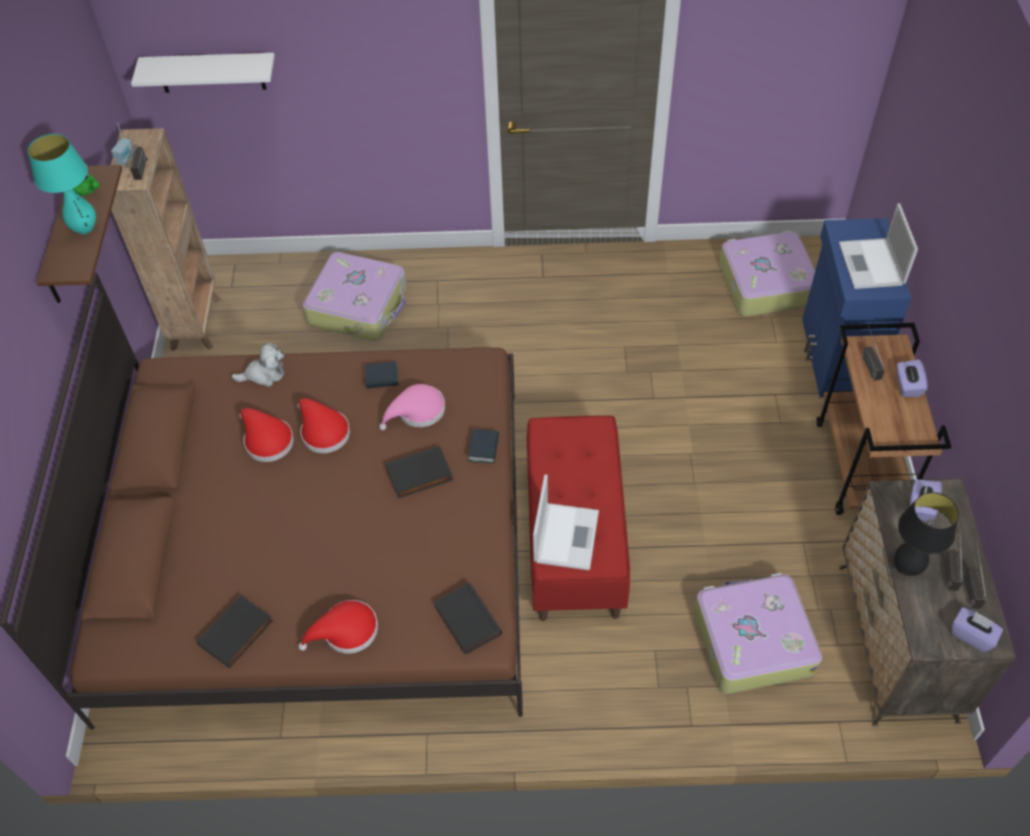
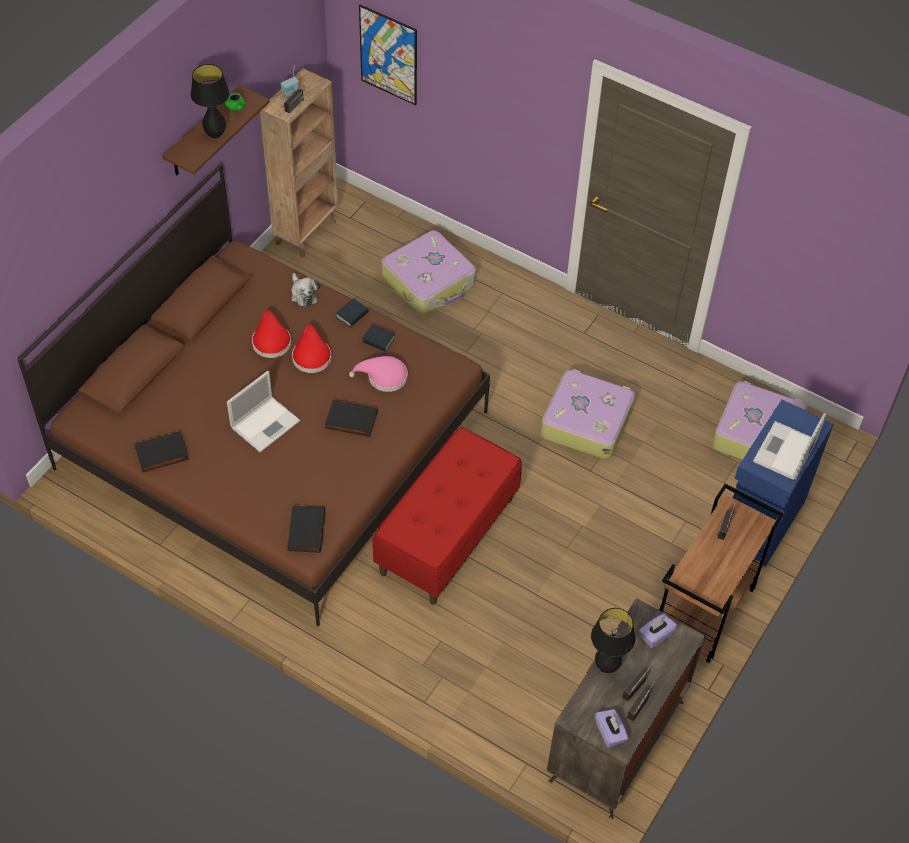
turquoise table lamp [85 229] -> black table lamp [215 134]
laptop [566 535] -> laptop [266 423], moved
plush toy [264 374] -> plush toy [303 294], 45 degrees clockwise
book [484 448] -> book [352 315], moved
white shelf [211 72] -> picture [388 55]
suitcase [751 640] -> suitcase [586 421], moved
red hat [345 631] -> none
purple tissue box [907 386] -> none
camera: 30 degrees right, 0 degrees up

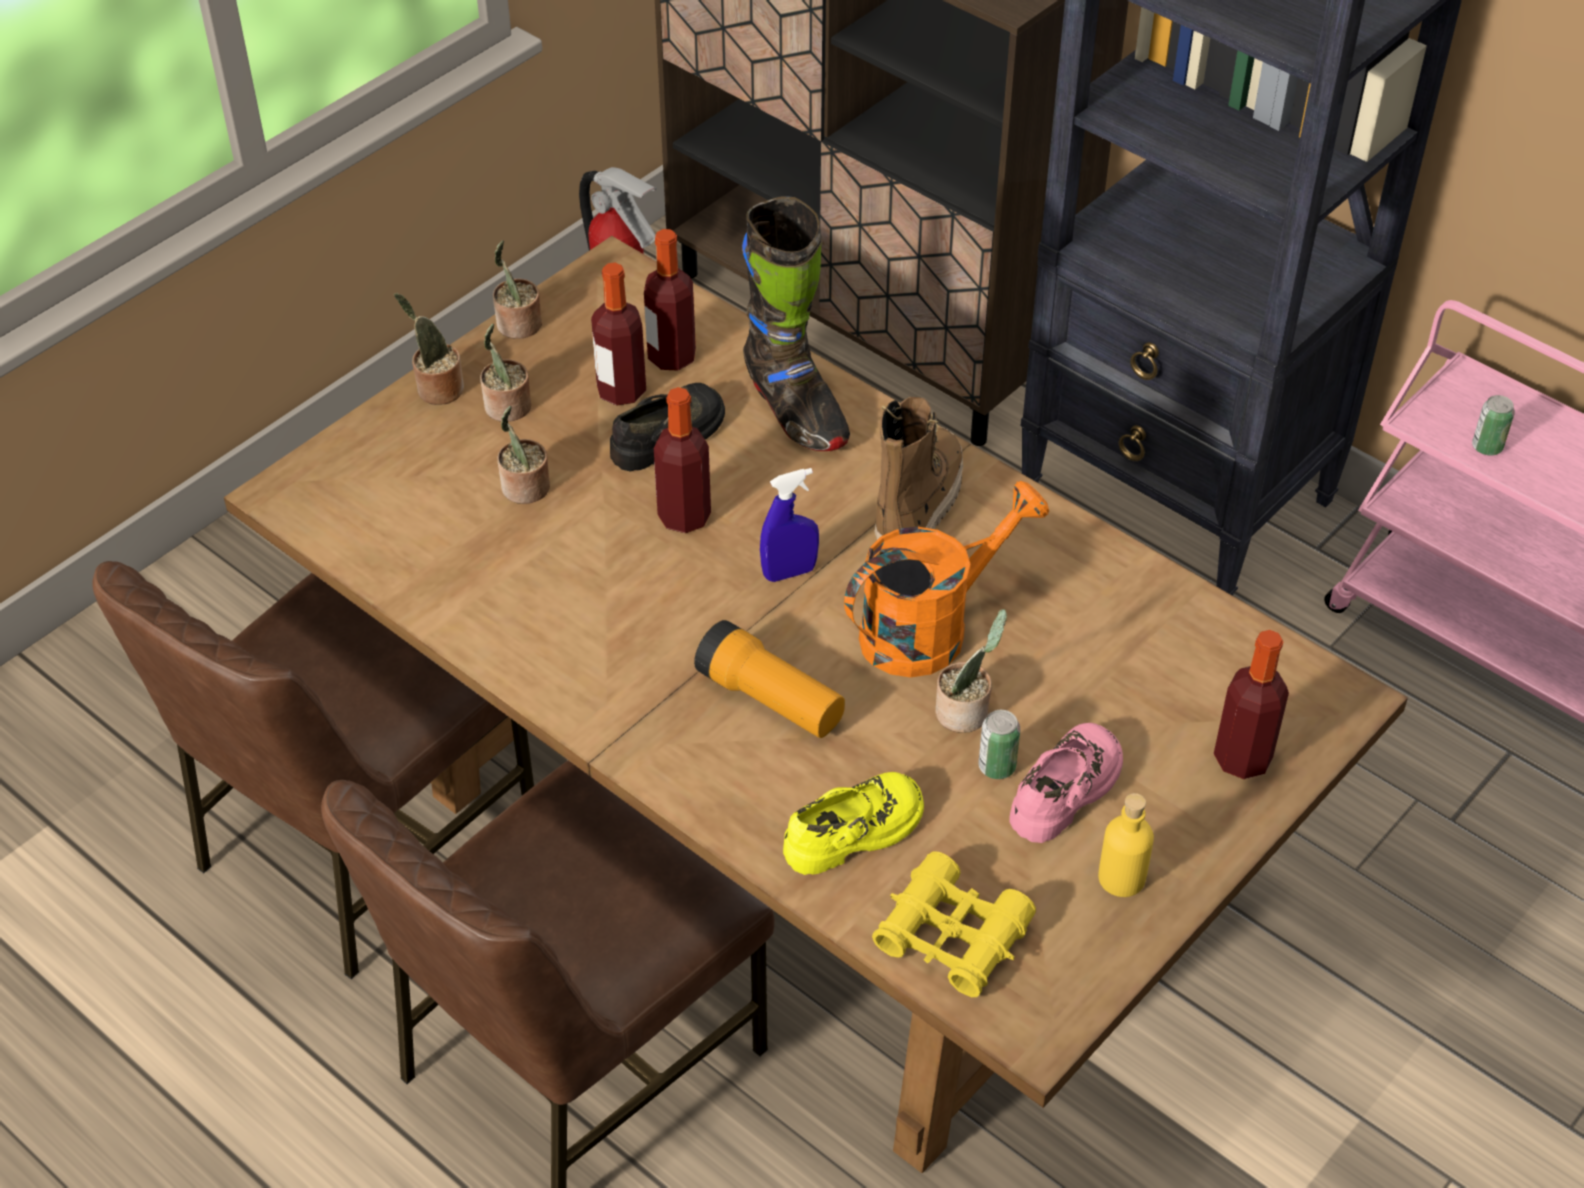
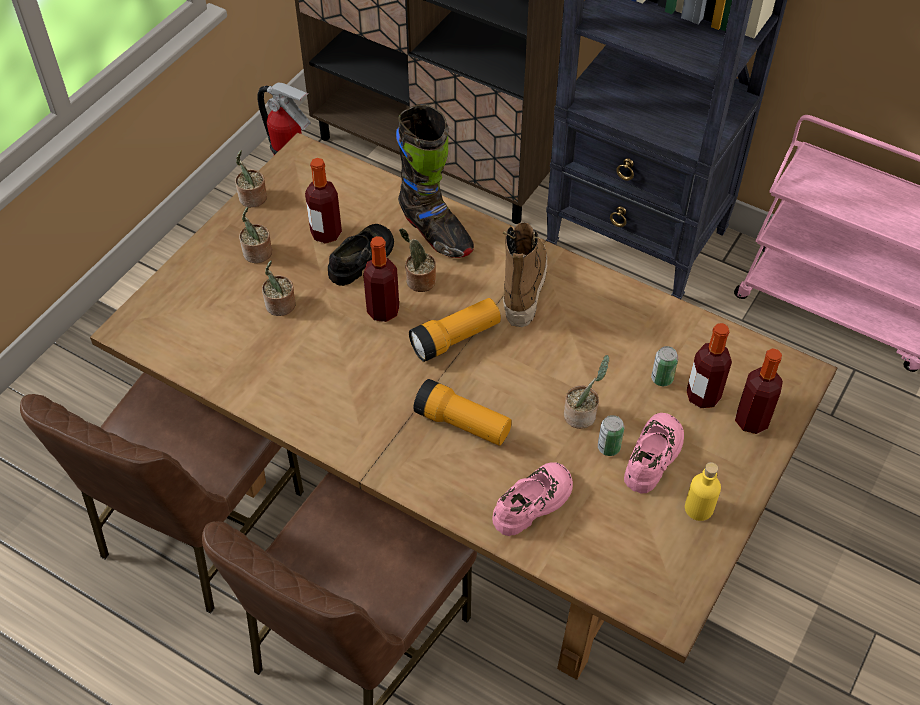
potted plant [437 389] -> potted plant [418 281], moved
blue spray bottle [789 572] -> flashlight [455 339]
yellow shoe [855 832] -> pink shoe [533 503]
can [1487 447] -> can [662 379], moved
bottle [671 357] -> bottle [703 396], moved
orange watering can [929 628] -> none
yellow binoculars [952 937] -> none
camera: 10 degrees left, 5 degrees up

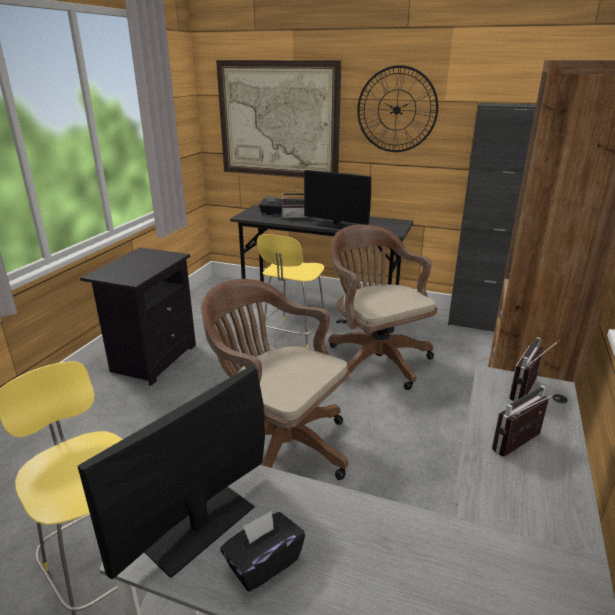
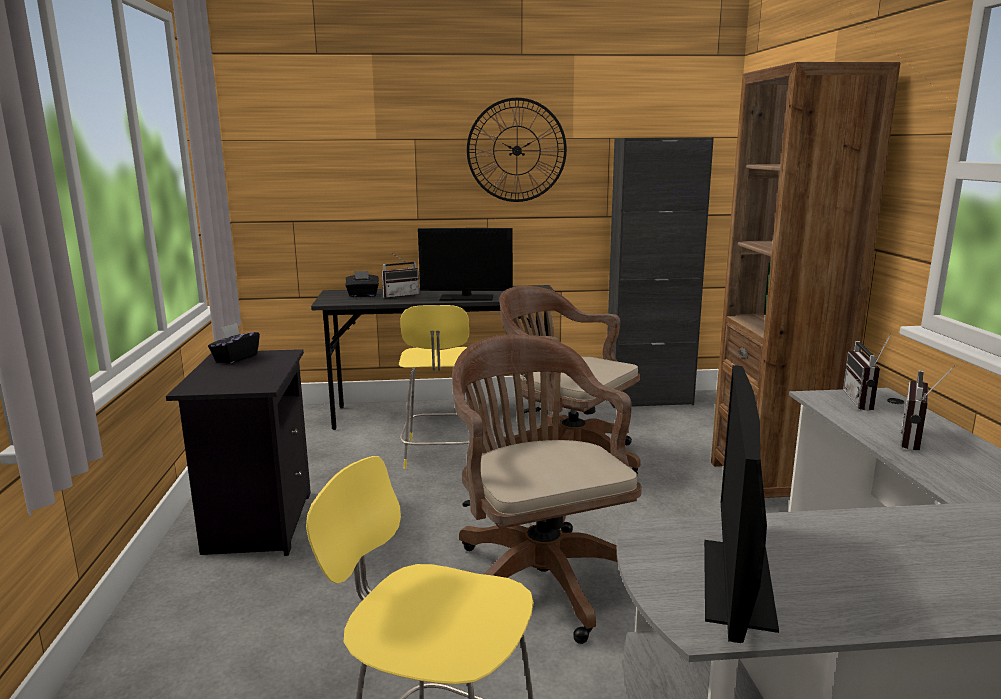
black tissue box [263 563] -> black tissue box [235 358], moved
brown office chair [278 444] -> brown office chair [538 575], 60 degrees clockwise
picture [278 120] -> none
camera: 25 degrees left, 10 degrees down

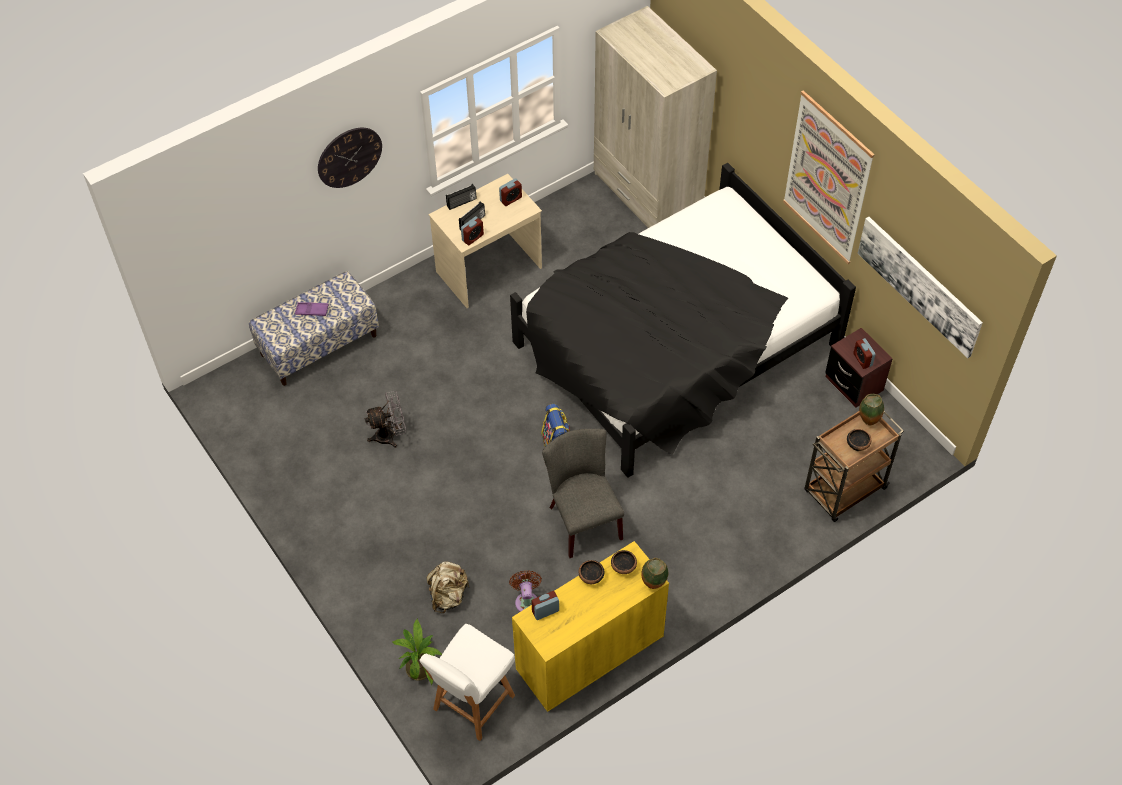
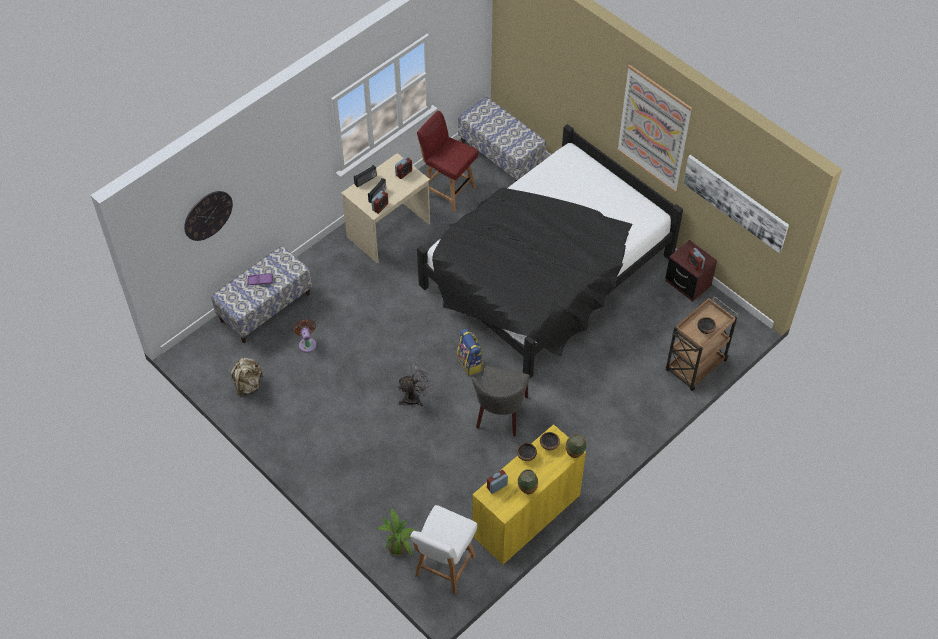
wall clock [349 157] -> wall clock [208 215], moved
beige backpack [448 595] -> beige backpack [248 385], moved
brown fan [526 600] -> brown fan [307 343], moved
grey fan [390 436] -> grey fan [415 397], moved
none -> red chair [448 190]
beige wardrobe [647 194] -> bench [501 155]
grey chair [582 519] -> grey chair [500 415], 135 degrees counterclockwise
vase [867 422] -> vase [527 491], moved
camera: 10 degrees left, 0 degrees up

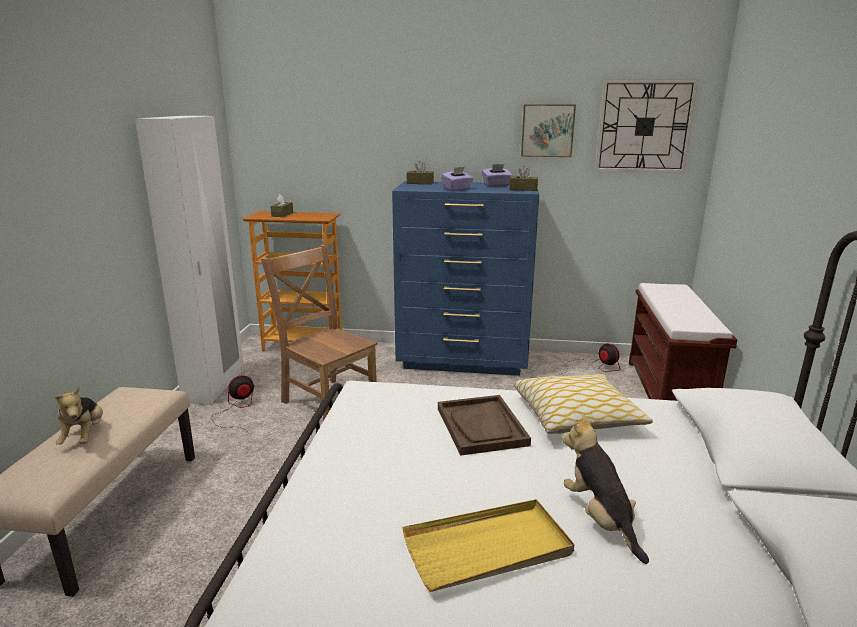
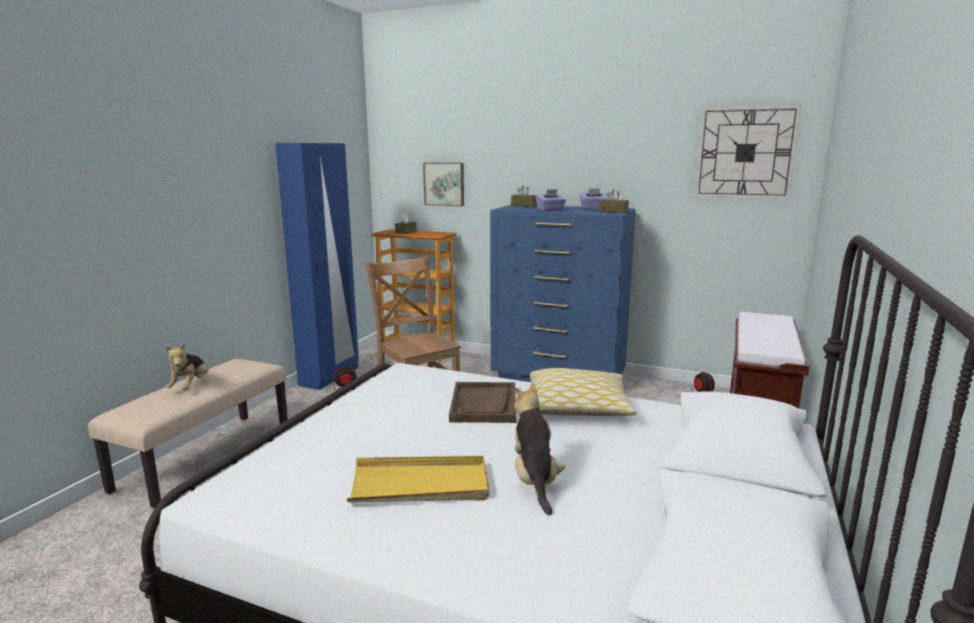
white wardrobe [215 386] -> blue wardrobe [330 376]
picture [547 130] -> picture [444 184], moved
camera: 15 degrees right, 5 degrees down

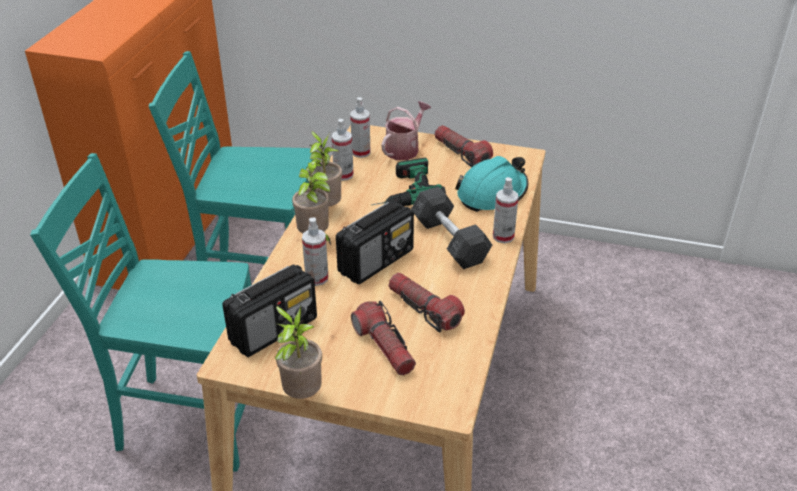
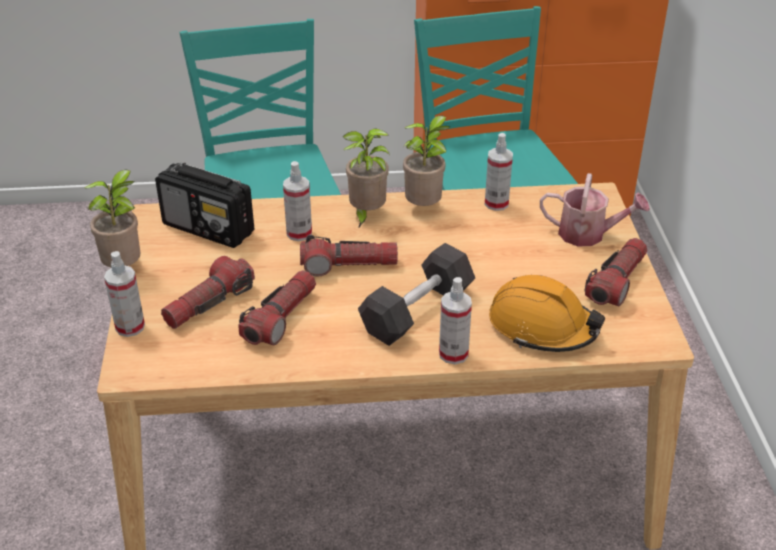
spray bottle [361 152] -> spray bottle [130 327], moved
radio [377 261] -> flashlight [348 265]
turquoise hard hat [492 193] -> orange hard hat [542 327]
power drill [401 191] -> none
camera: 70 degrees right, 0 degrees up

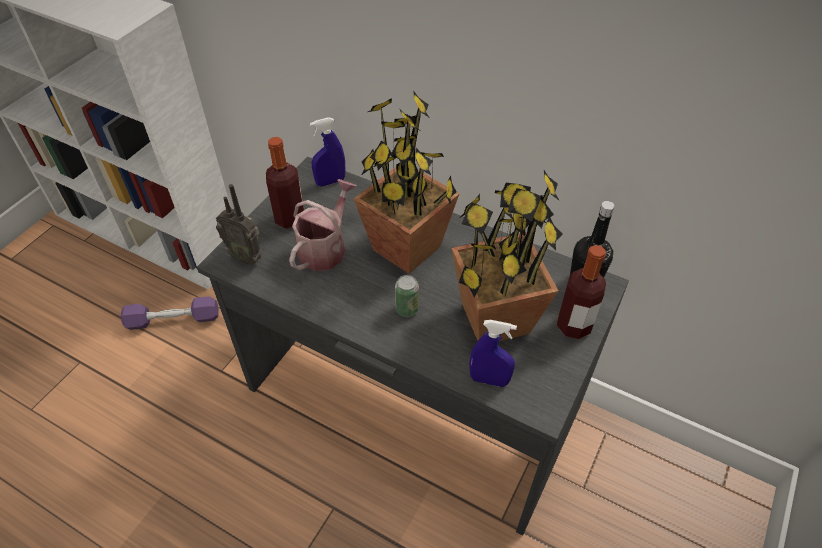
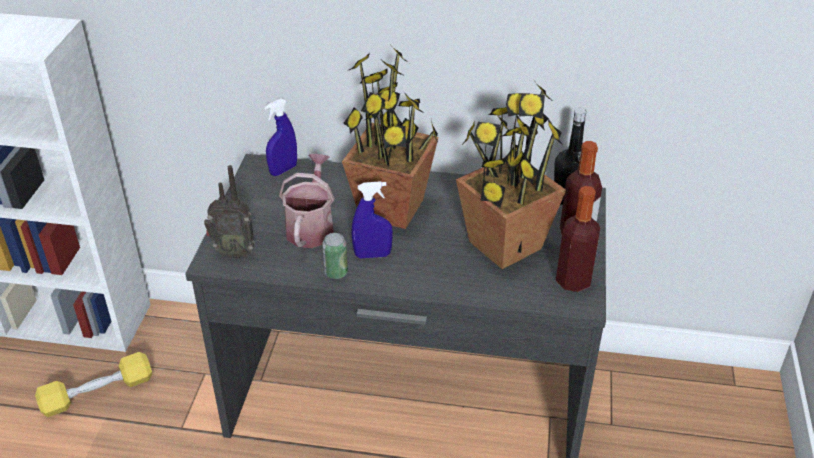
purple dumbbell [173 320] -> yellow dumbbell [97 393]
can [407 309] -> can [336 272], moved
blue spray bottle [489 380] -> blue spray bottle [372 255], moved
bottle [290 219] -> bottle [573 281], moved
camera: 20 degrees left, 10 degrees down

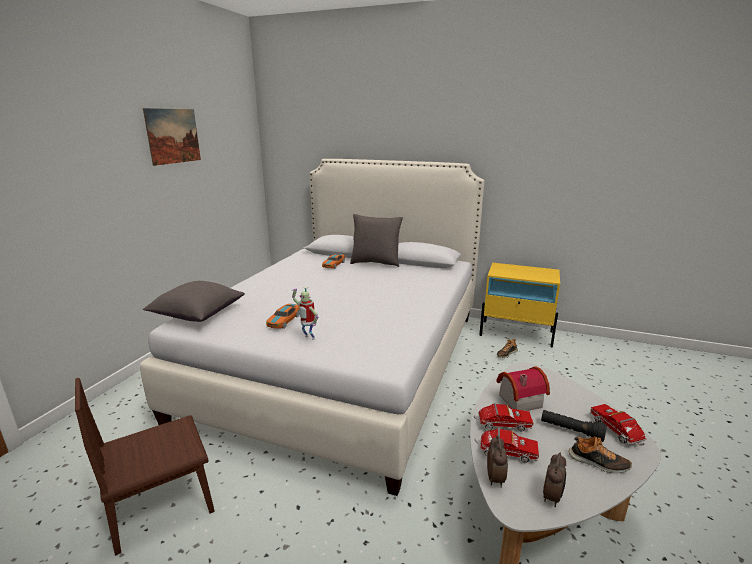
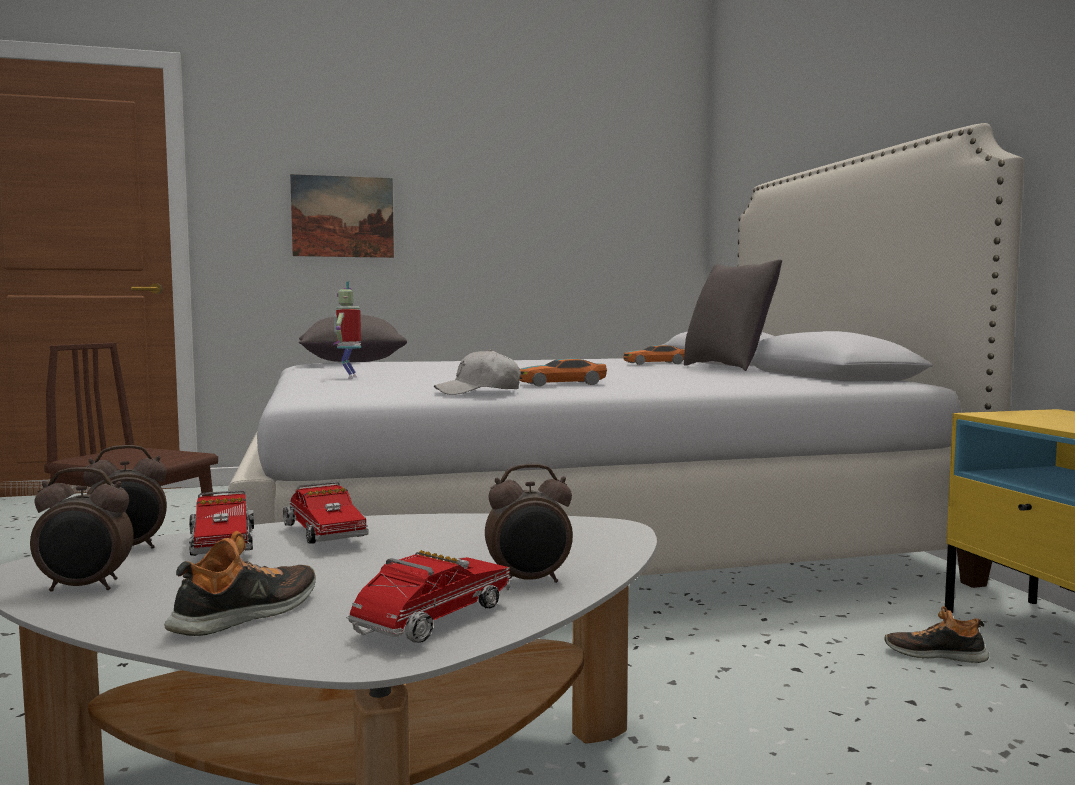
shoe [598 463] -> shoe [248 614], 135 degrees counterclockwise
picture [173 136] -> picture [343 216], moved
none -> white cap [478 392]
none -> alarm clock [529 581]
toy car [284 320] -> toy car [561 384], moved
toy house [517 400] -> none
black flashlight [571 431] -> none
camera: 55 degrees right, 15 degrees down

